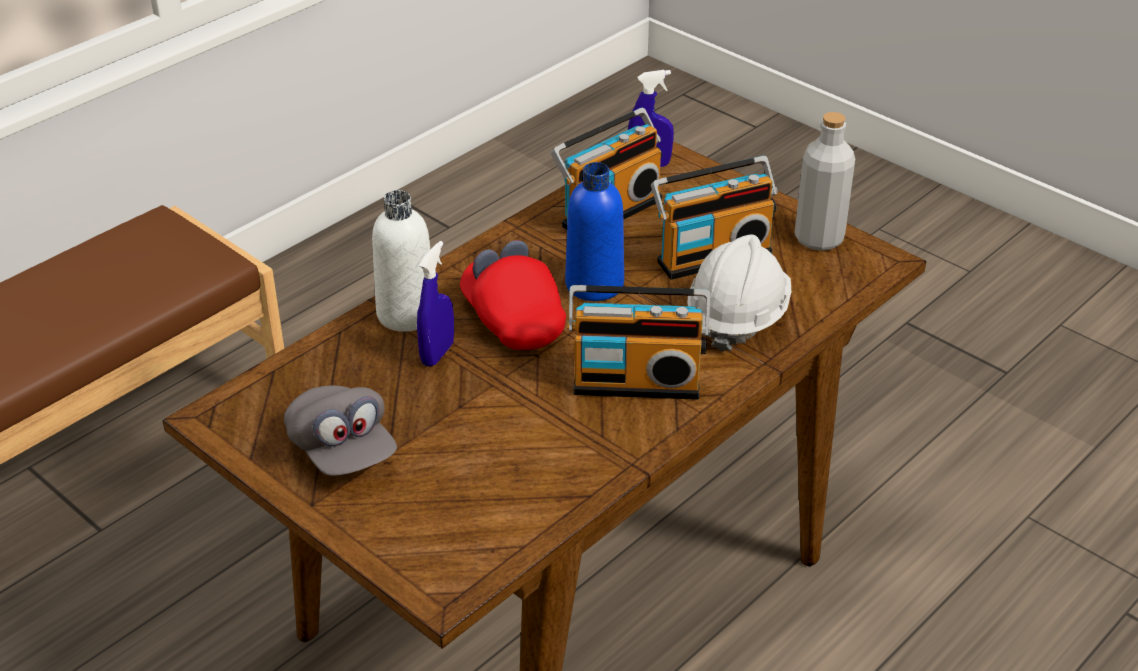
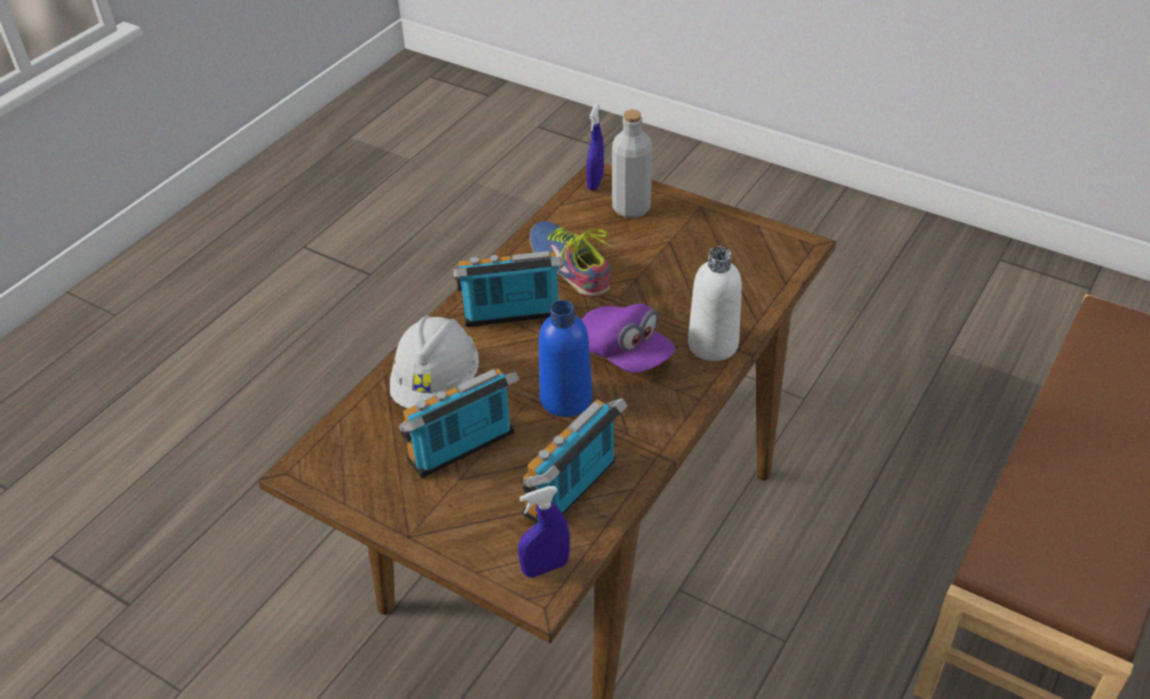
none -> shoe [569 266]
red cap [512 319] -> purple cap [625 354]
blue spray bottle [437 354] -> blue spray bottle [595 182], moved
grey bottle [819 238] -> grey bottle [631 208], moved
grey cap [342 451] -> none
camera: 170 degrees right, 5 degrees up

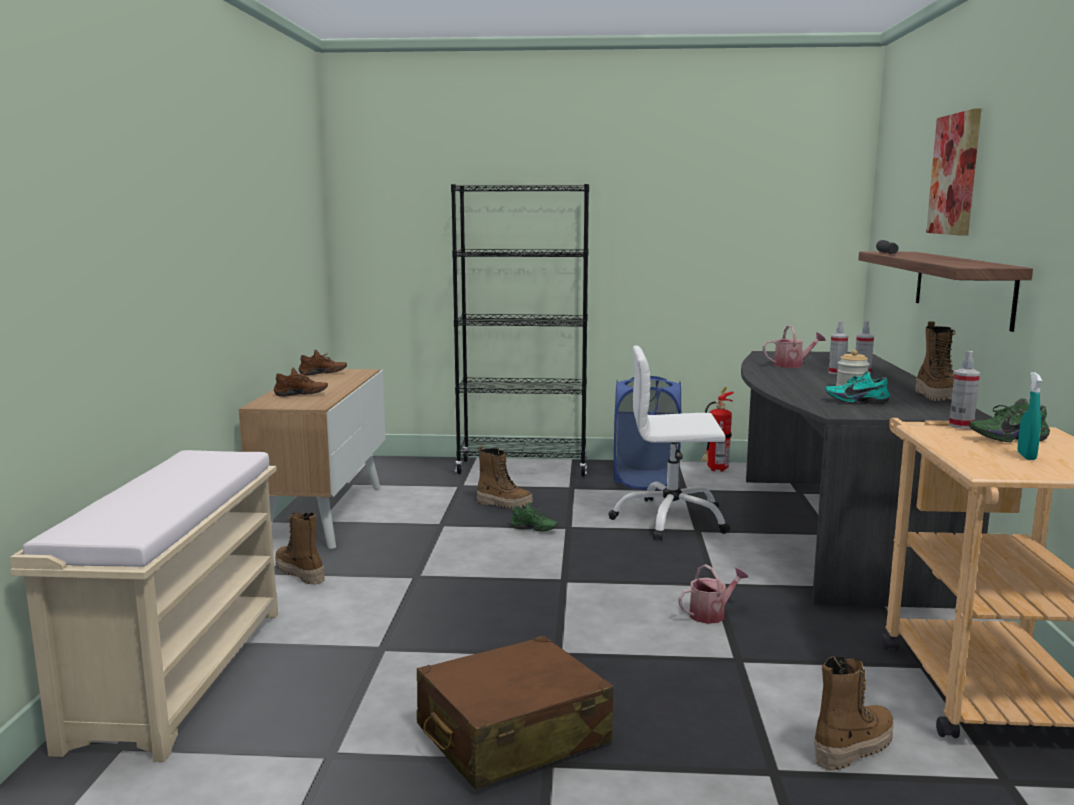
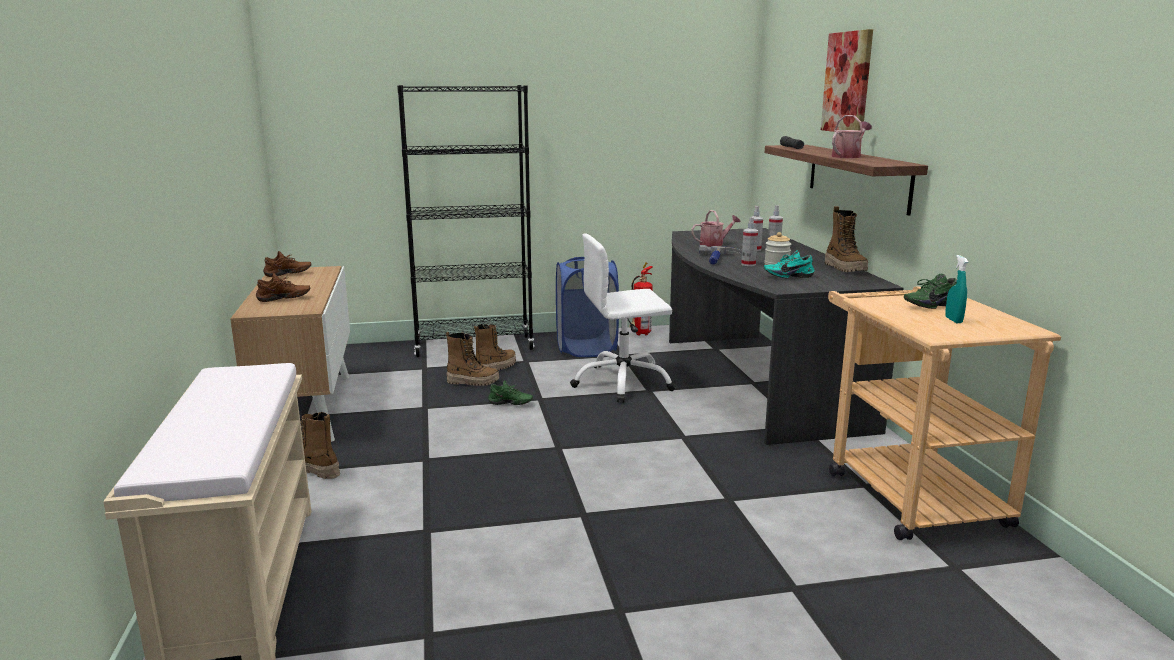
boot [852 747] -> boot [496 367], moved
none -> hammer [718 259]
spray bottle [961 425] -> spray bottle [748 264], moved
watering can [711 614] -> watering can [848 156], moved
brown suitcase [512 735] -> none
camera: 15 degrees left, 5 degrees up

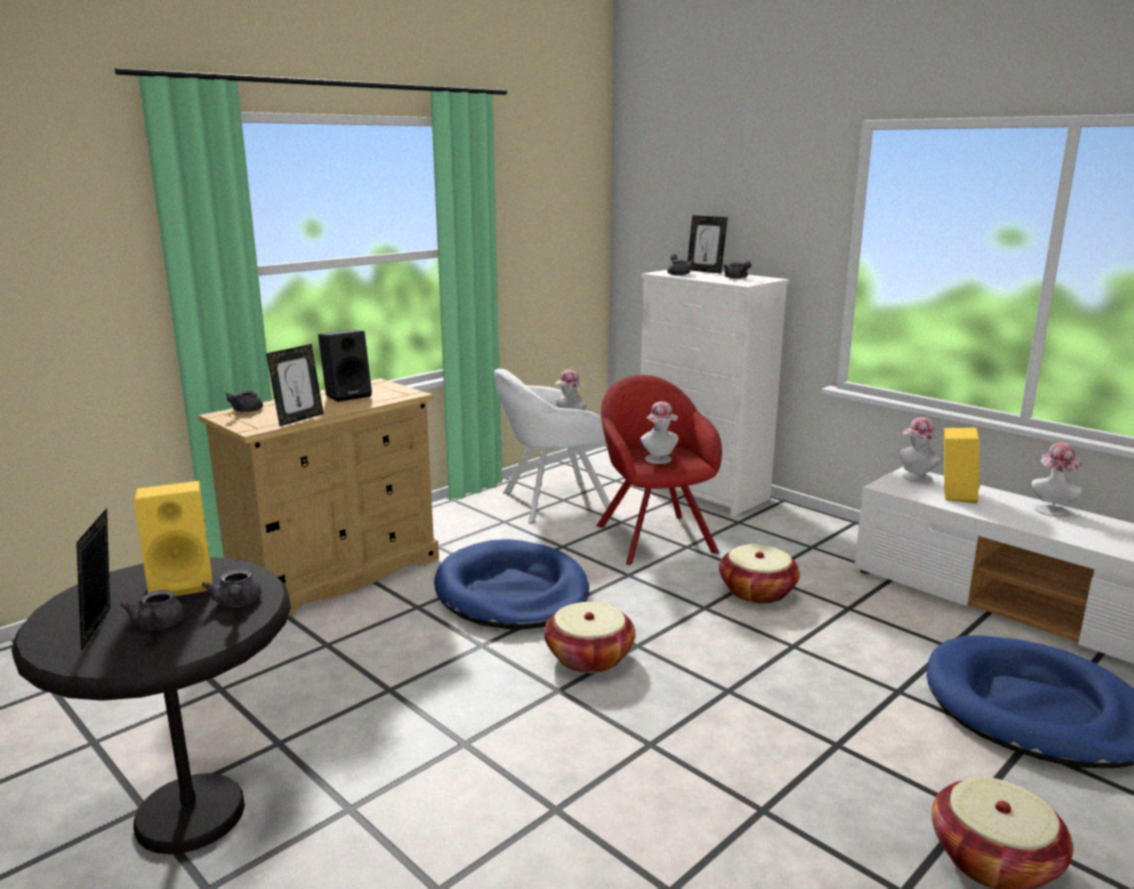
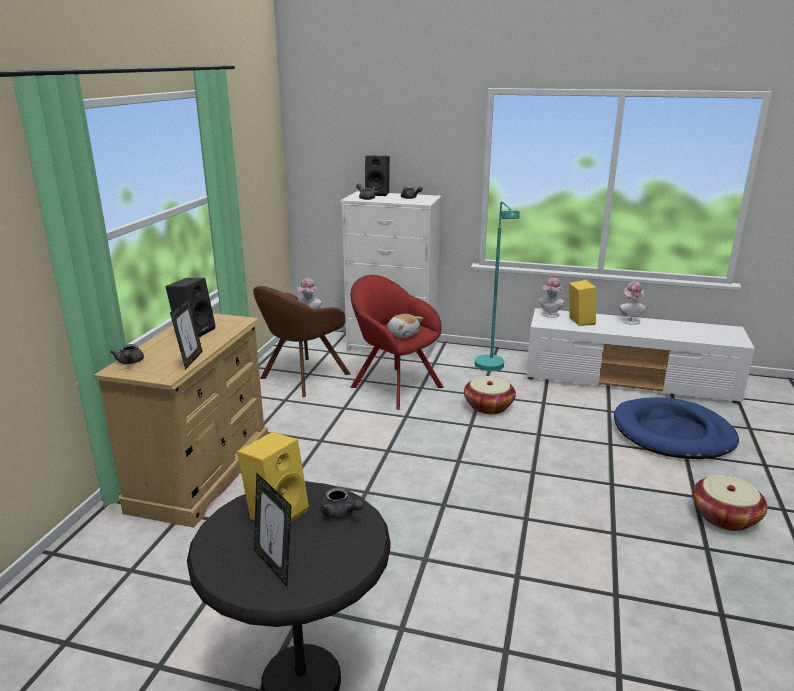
white armchair [550 502] -> brown armchair [301 377]
picture frame [705 271] -> black speaker [378 194]
hat [659 460] -> plush toy [403 334]
none -> turquoise floor lamp [492 368]
grey teapot [157 626] -> none
blue dog bed [512 592] -> none
basket [589 657] -> none
camera: 30 degrees left, 5 degrees up

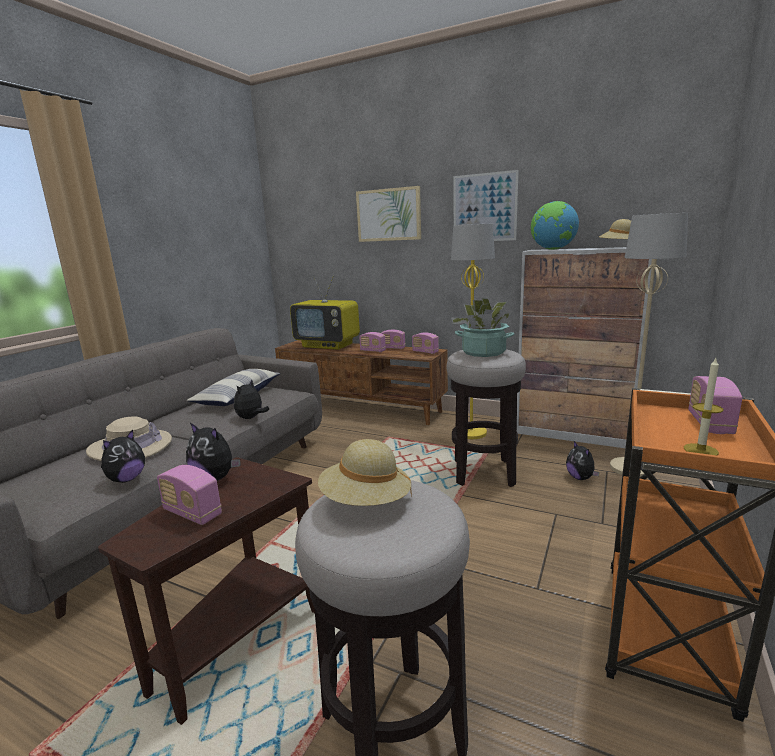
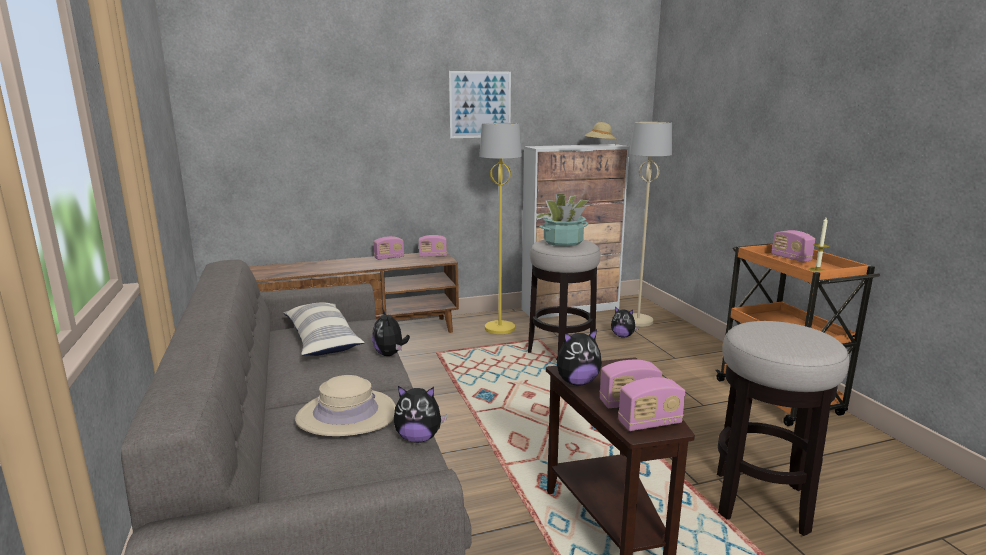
plush toy [126 479] -> plush toy [419 438], 105 degrees clockwise
radio [373 351] -> radio [649 423], moved
television [328 345] -> none
beige hat [365 502] -> none
picture [389 215] -> none
globe [552 249] -> none
camera: 45 degrees left, 0 degrees up

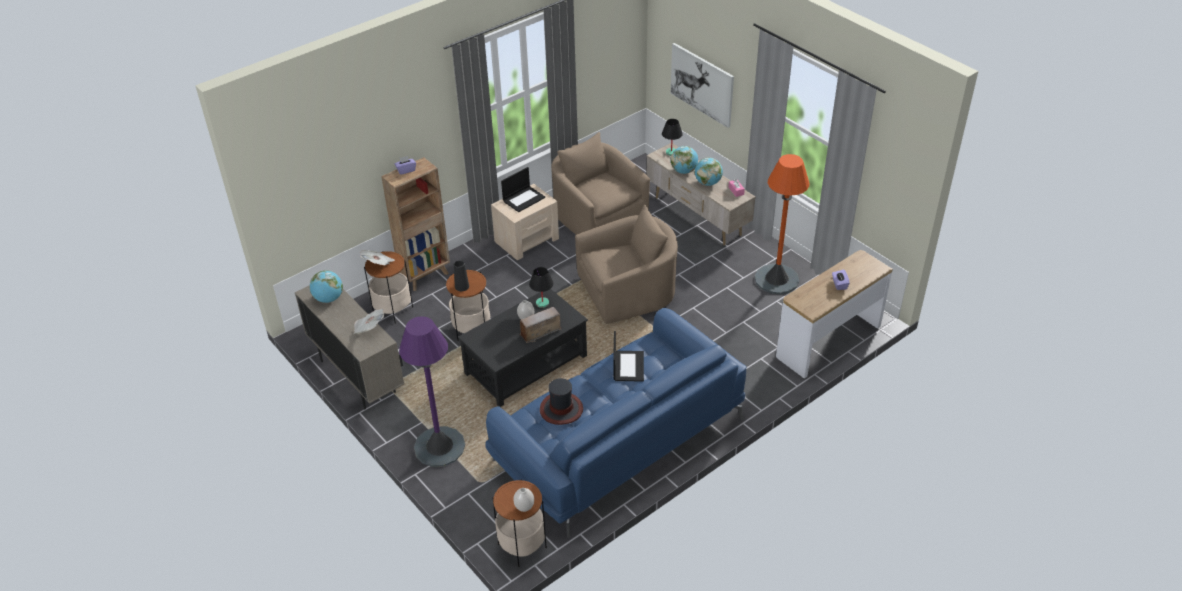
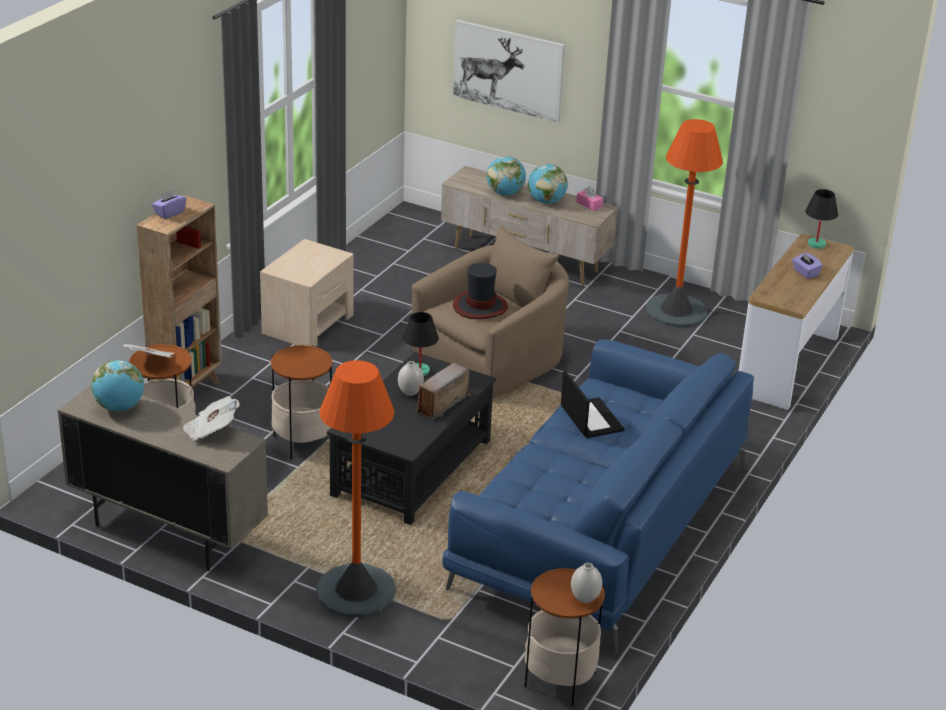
purple floor lamp [439 447] -> orange floor lamp [356 591]
hat [561 409] -> hat [480 306], moved
black table lamp [671 152] -> black table lamp [816 244], moved
black vase [462 286] -> none
laptop [524 199] -> none
beige armchair [597 215] -> none
camera: 25 degrees left, 10 degrees down

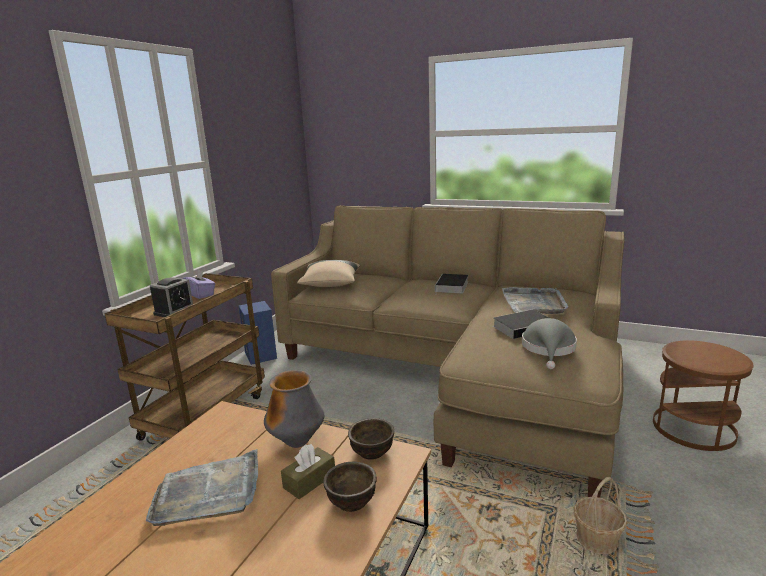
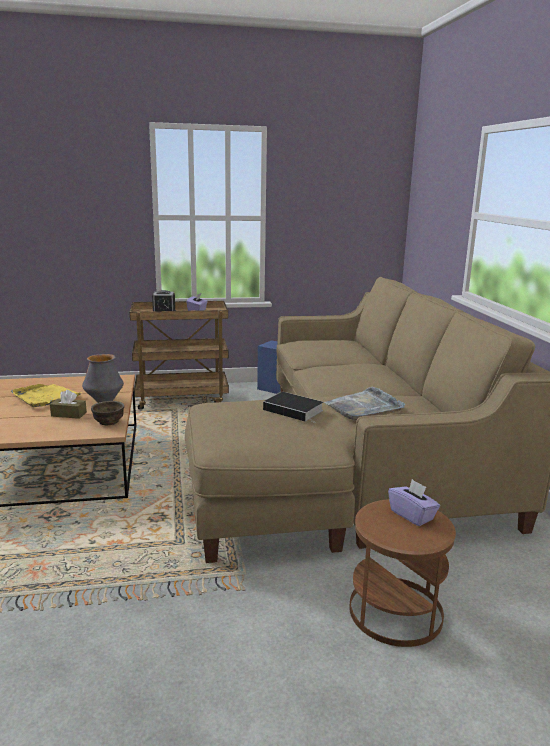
grey tray [209 492] -> yellow tray [45 397]
none -> purple tissue box [412 515]
beige pillow [330 285] -> none
brown bowl [351 501] -> none
book [452 287] -> none
grey hat [548 349] -> none
basket [596 539] -> none
camera: 55 degrees right, 0 degrees up

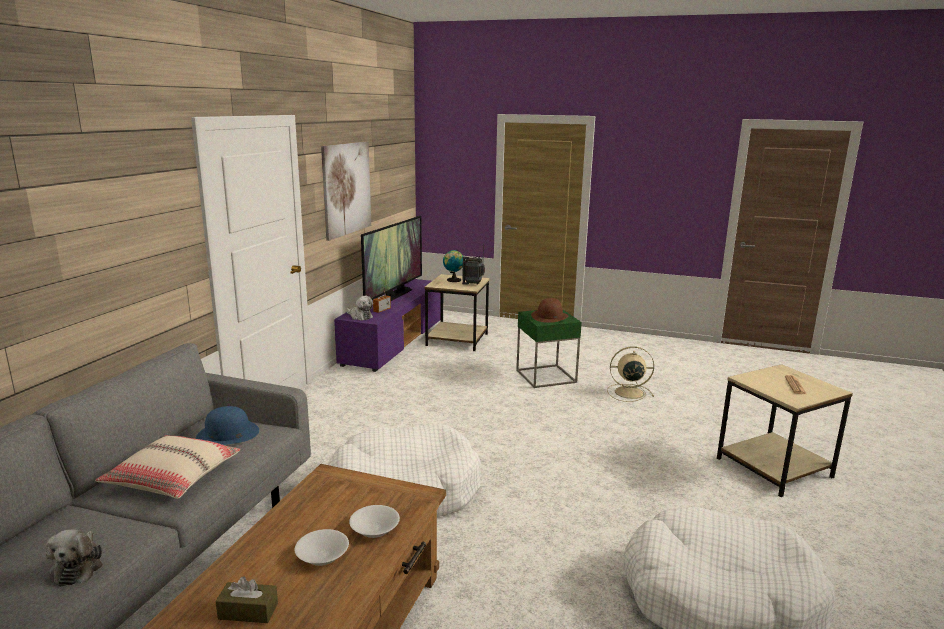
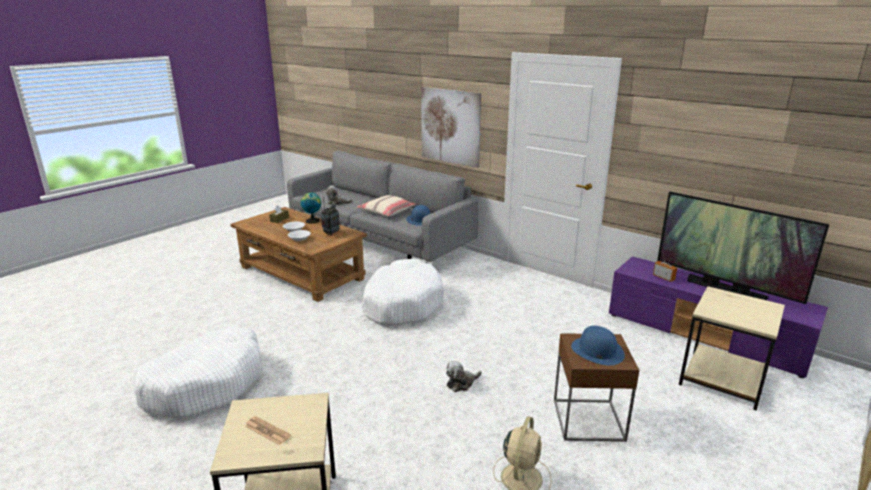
globe [453 280] -> globe [312 220], moved
radio [473 284] -> radio [331 234], moved
picture [346 188] -> picture [450 126], moved
plush toy [360 316] -> plush toy [461 383], moved
green side table [546 376] -> brown side table [588 420]
brown hat [549 316] -> blue hat [597 350]
camera: 110 degrees right, 5 degrees up

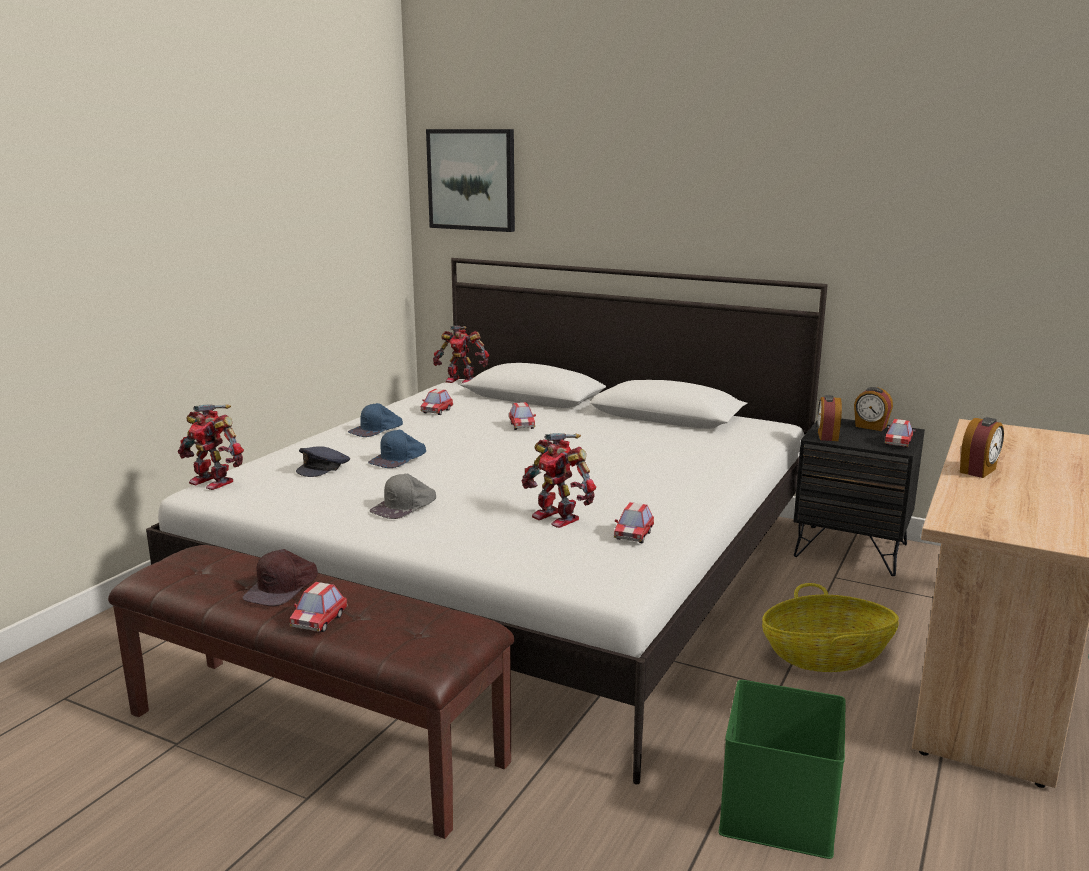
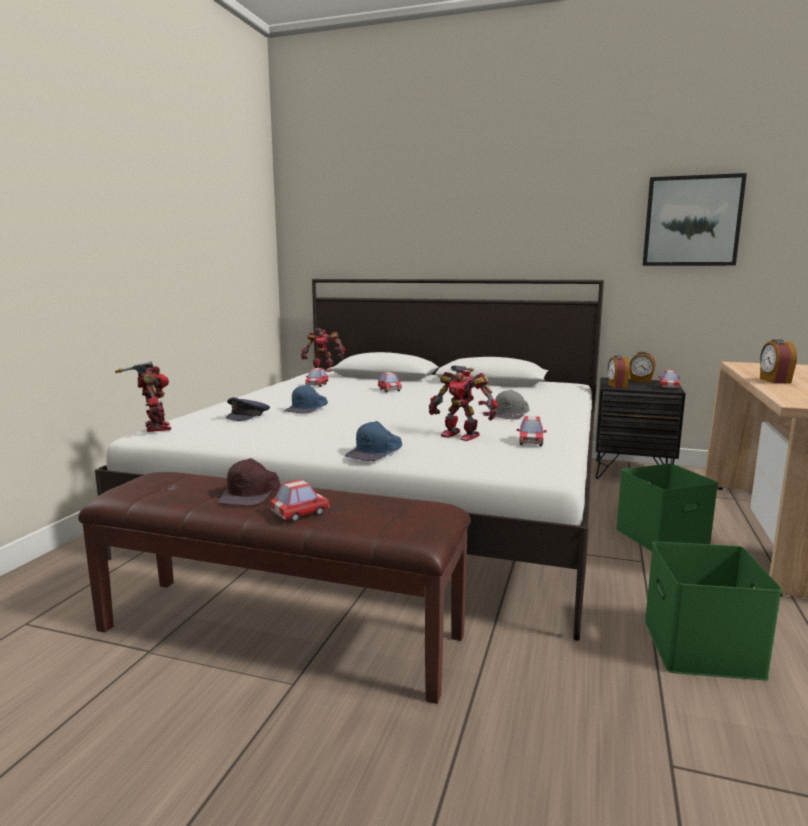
toy robot [214 481] -> toy robot [154 428], 135 degrees counterclockwise
toy car [319 621] -> toy car [300 513], 135 degrees counterclockwise
blue cap [376 429] -> blue cap [375 452], moved
grey cap [404 506] -> grey cap [510 414], moved
basket [826 656] -> green storage box [661 537]
picture [472 180] -> picture [692 221], moved
alarm clock [978 471] -> alarm clock [774 381], 150 degrees clockwise
camera: 10 degrees left, 5 degrees down

